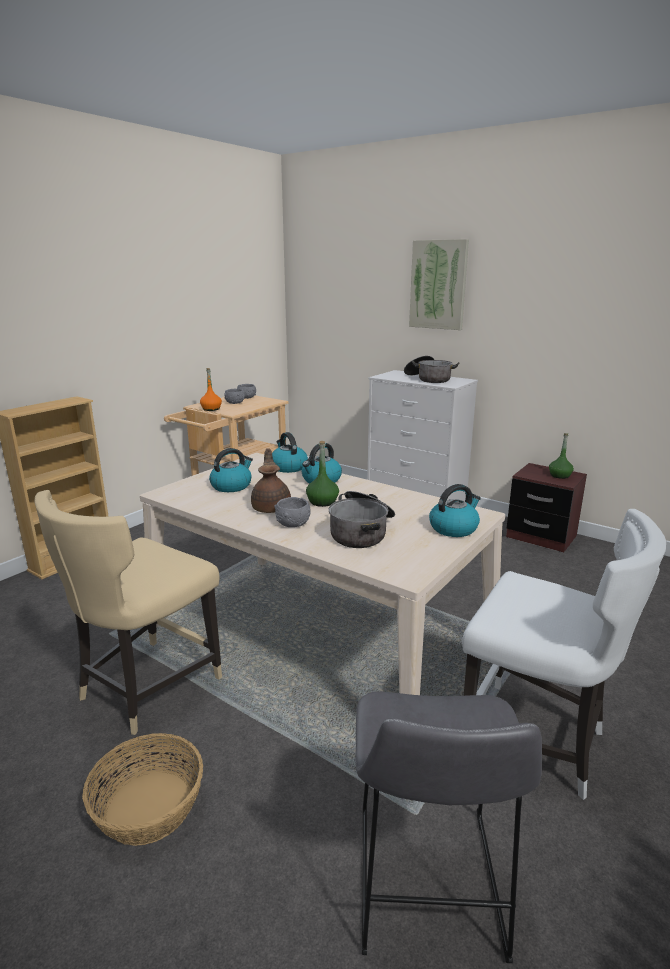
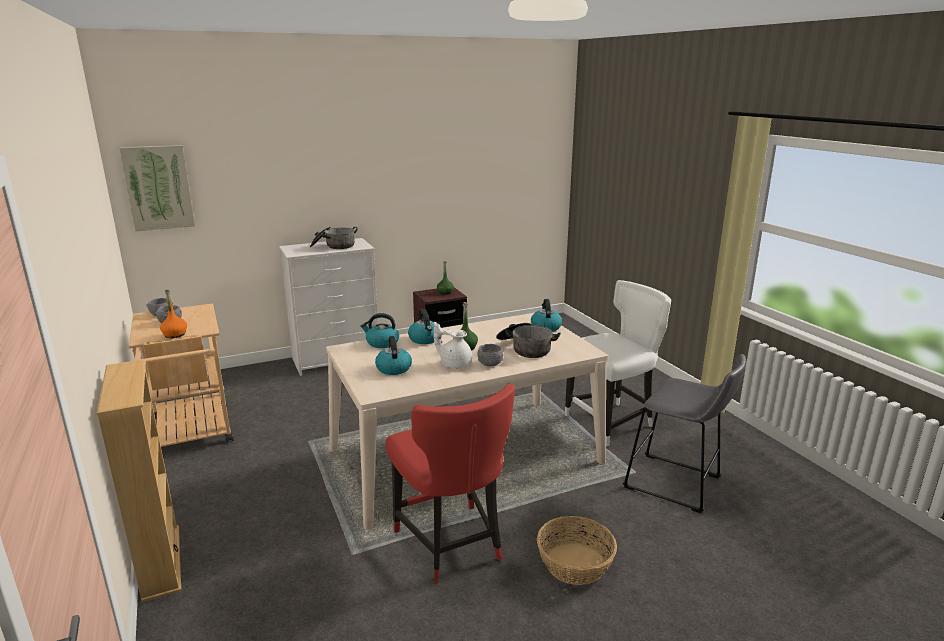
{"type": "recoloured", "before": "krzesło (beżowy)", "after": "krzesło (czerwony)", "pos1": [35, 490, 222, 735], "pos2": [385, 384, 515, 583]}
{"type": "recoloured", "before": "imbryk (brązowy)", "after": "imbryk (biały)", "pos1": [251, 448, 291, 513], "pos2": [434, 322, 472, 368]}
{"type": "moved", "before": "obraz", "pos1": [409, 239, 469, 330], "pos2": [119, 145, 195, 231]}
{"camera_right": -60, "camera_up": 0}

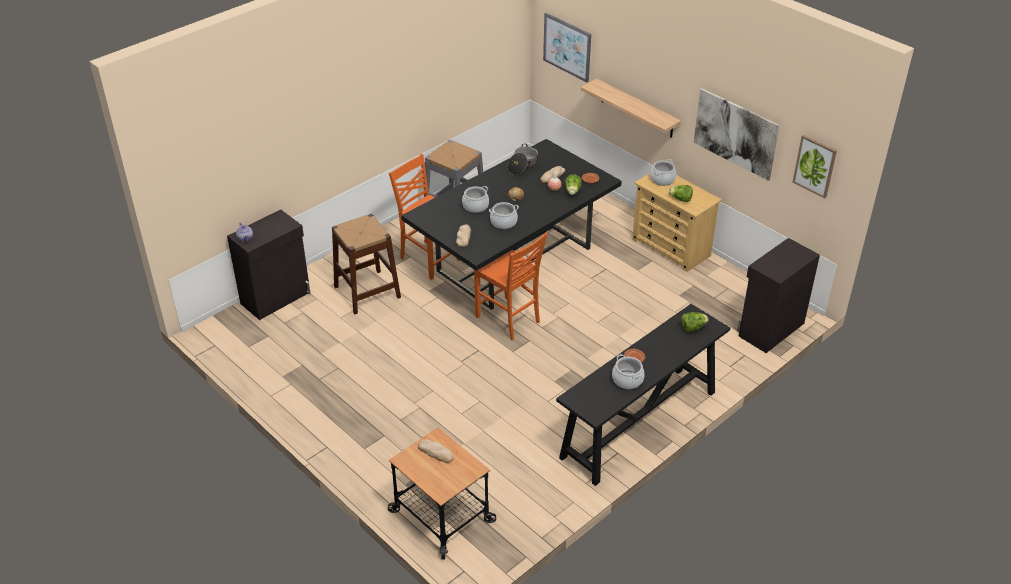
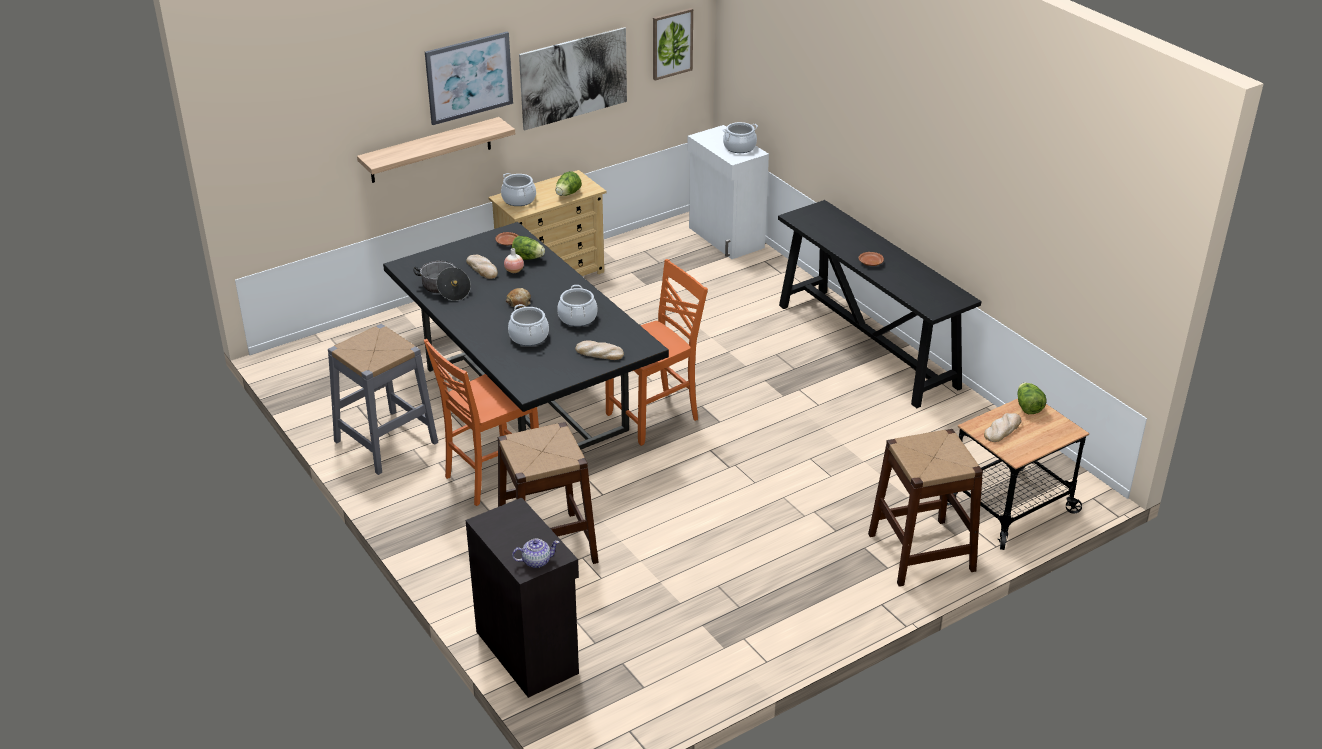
{"type": "moved", "before": "obraz", "pos1": [543, 13, 591, 83], "pos2": [425, 32, 513, 125]}
{"type": "moved", "before": "garnek", "pos1": [612, 354, 645, 389], "pos2": [723, 122, 758, 153]}
{"type": "moved", "before": "sałata", "pos1": [681, 312, 709, 332], "pos2": [1017, 383, 1047, 414]}
{"type": "recoloured", "before": "szafka (czarny)", "after": "szafka (biały)", "pos1": [737, 238, 820, 353], "pos2": [687, 125, 769, 259]}
{"type": "added", "after": "stołek (brązowy)", "pos2": [868, 429, 983, 587]}
{"camera_right": -80, "camera_up": -5}

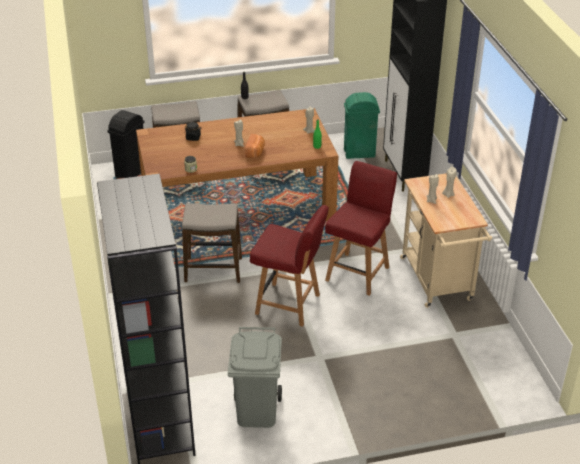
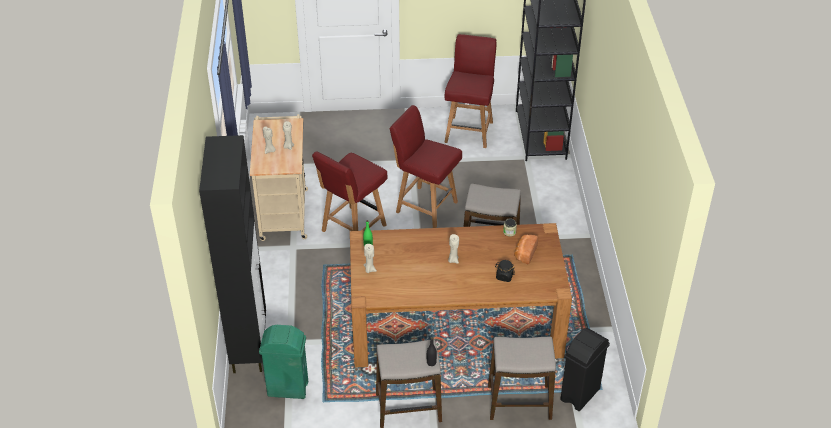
{"type": "replaced", "before": "kosz na śmieci (szary)", "after": "krzesło (czerwony)", "pos1": [228, 327, 282, 428], "pos2": [444, 34, 497, 148]}
{"type": "moved", "before": "chleb", "pos1": [245, 134, 265, 158], "pos2": [514, 235, 538, 264]}
{"camera_right": -170, "camera_up": 5}

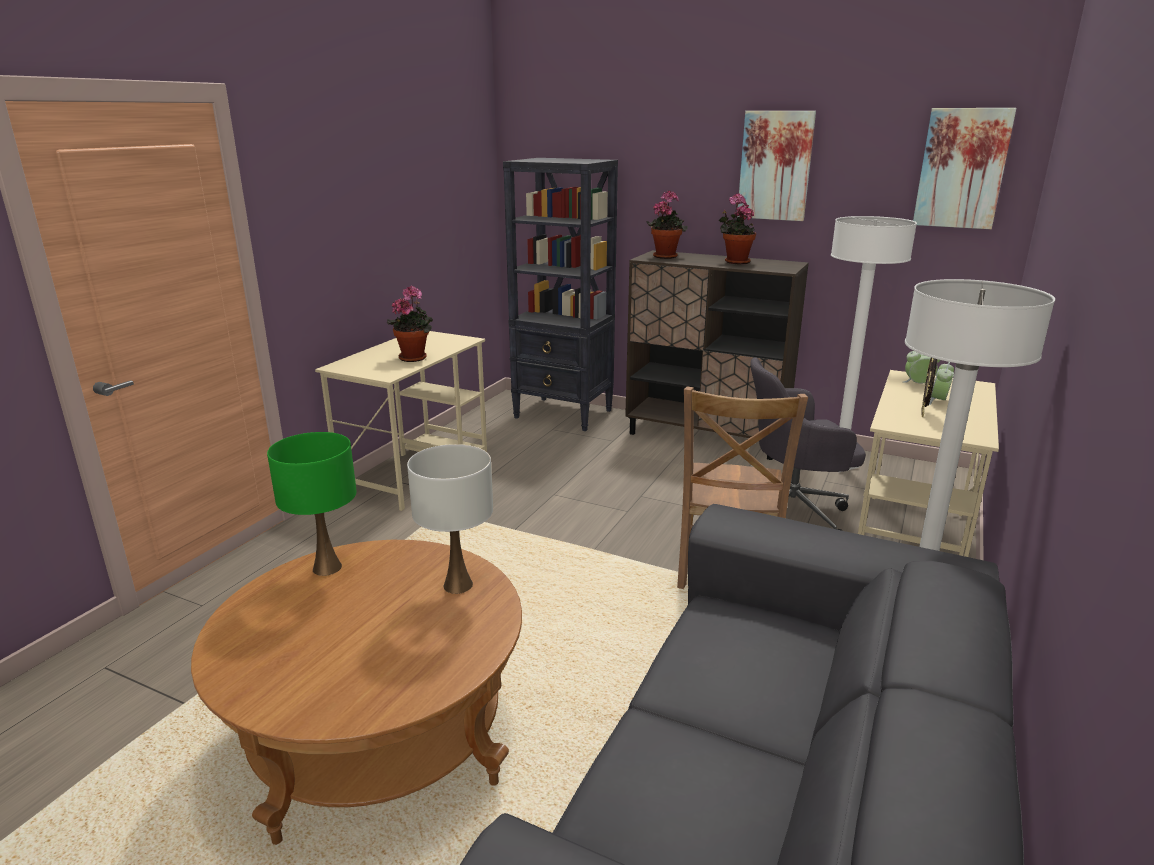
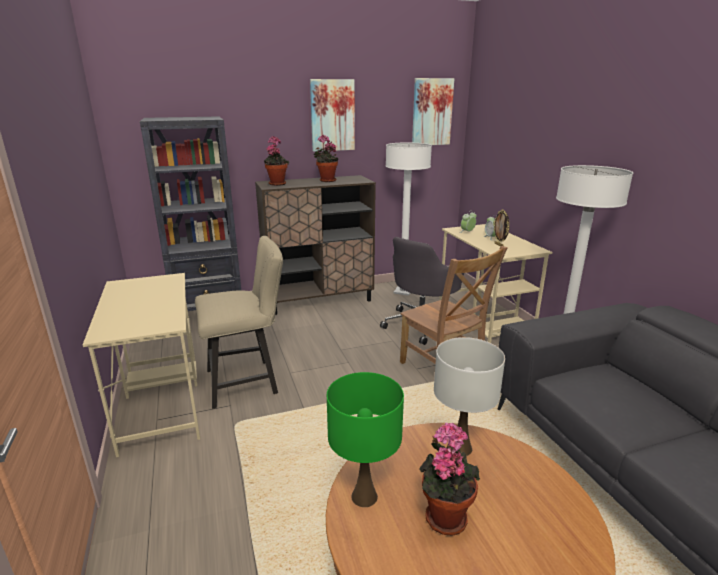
{"type": "moved", "before": "roślina doniczkowa", "pos1": [387, 285, 433, 362], "pos2": [419, 423, 480, 536]}
{"type": "added", "after": "krzesło (beżowy)", "pos2": [195, 236, 283, 409]}
{"camera_right": -45, "camera_up": 0}

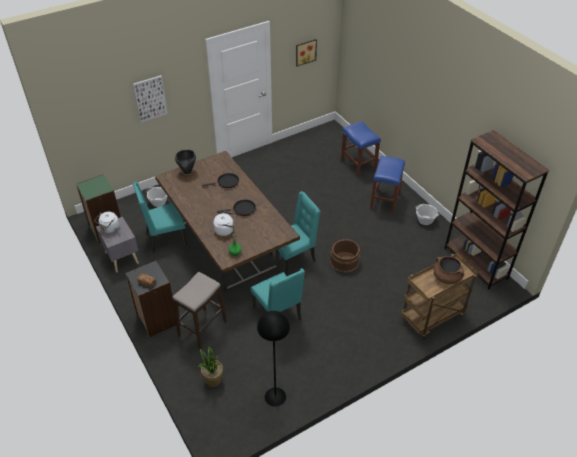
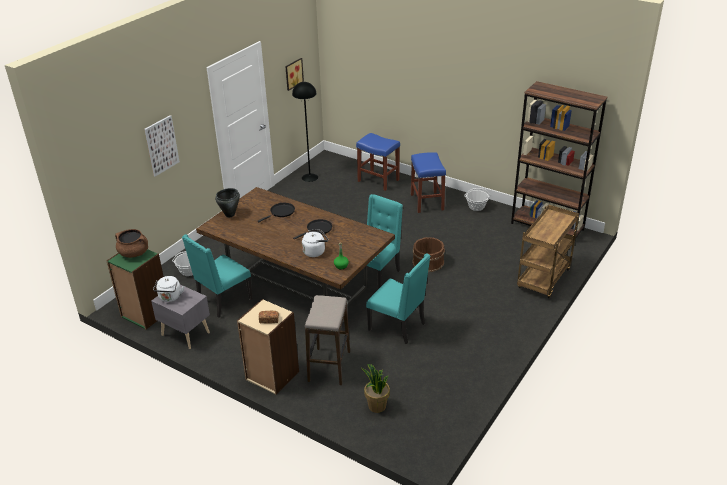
{"type": "recoloured", "before": "regał (czarny)", "after": "regał (beżowy)", "pos1": [125, 261, 176, 337], "pos2": [237, 299, 299, 395]}
{"type": "moved", "before": "lampa stojąca (czarny)", "pos1": [257, 311, 290, 407], "pos2": [292, 82, 318, 182]}
{"type": "moved", "before": "garnek (brązowy)", "pos1": [434, 256, 464, 284], "pos2": [115, 229, 148, 258]}
{"camera_right": -25, "camera_up": -10}

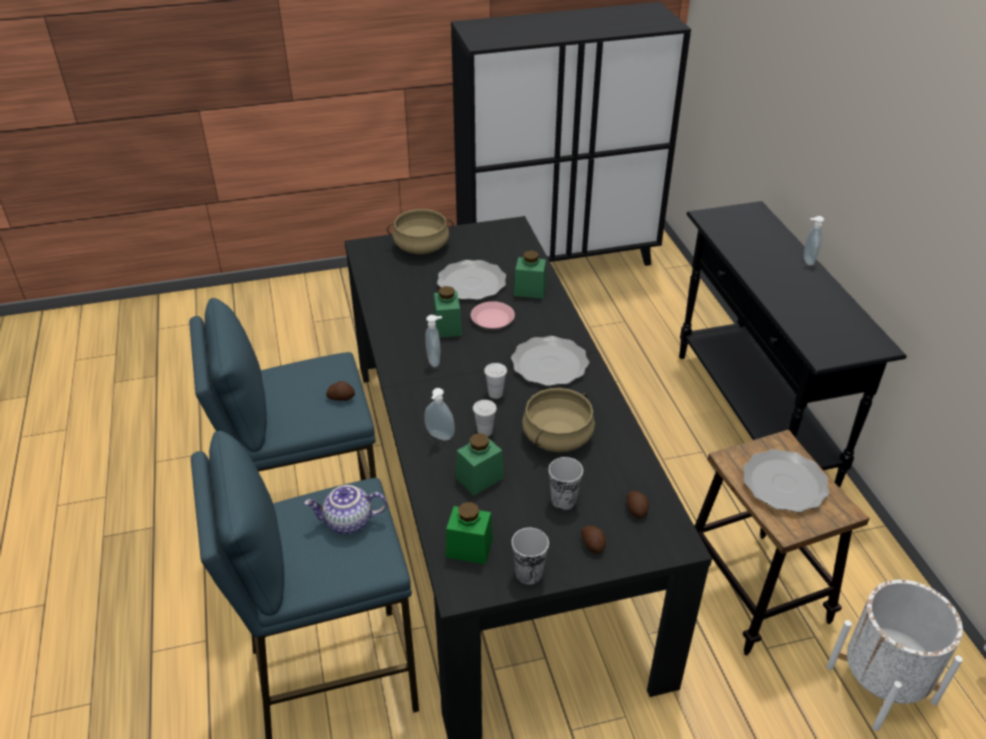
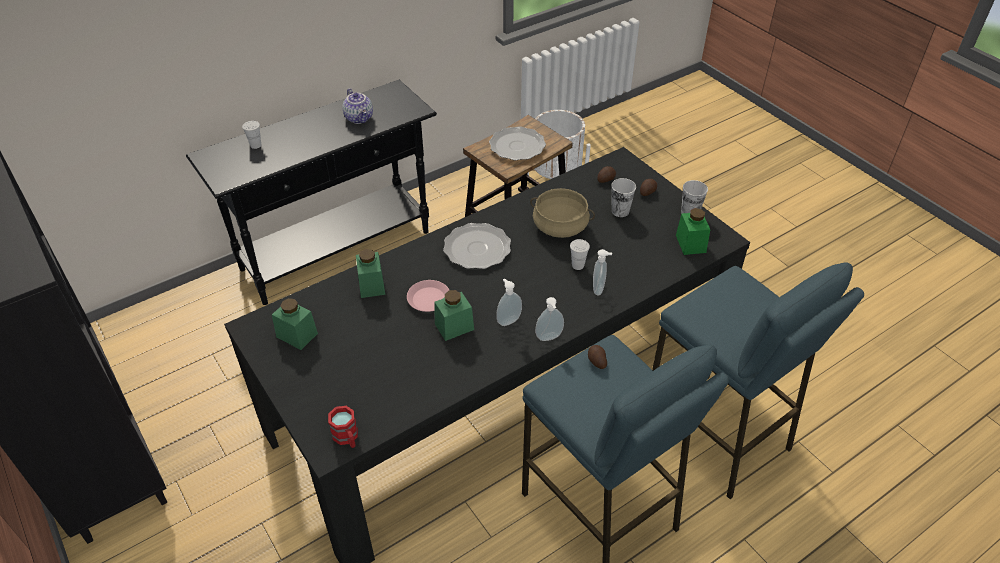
{"type": "moved", "before": "imbryk", "pos1": [304, 485, 387, 534], "pos2": [342, 88, 373, 124]}
{"type": "removed", "before": "garnek (beżowy)", "pos1": [387, 209, 454, 254]}
{"type": "removed", "before": "talerz", "pos1": [437, 260, 506, 300]}
{"type": "moved", "before": "słoik (zielony)", "pos1": [456, 433, 504, 495], "pos2": [272, 298, 318, 350]}
{"type": "moved", "before": "filiżanka (biały)", "pos1": [484, 363, 507, 399], "pos2": [242, 121, 261, 149]}
{"type": "moved", "before": "dozownik mydła", "pos1": [804, 216, 824, 265], "pos2": [535, 297, 564, 341]}
{"type": "added", "after": "kubek (czerwony)", "pos2": [328, 406, 358, 448]}
{"camera_right": -110, "camera_up": 5}

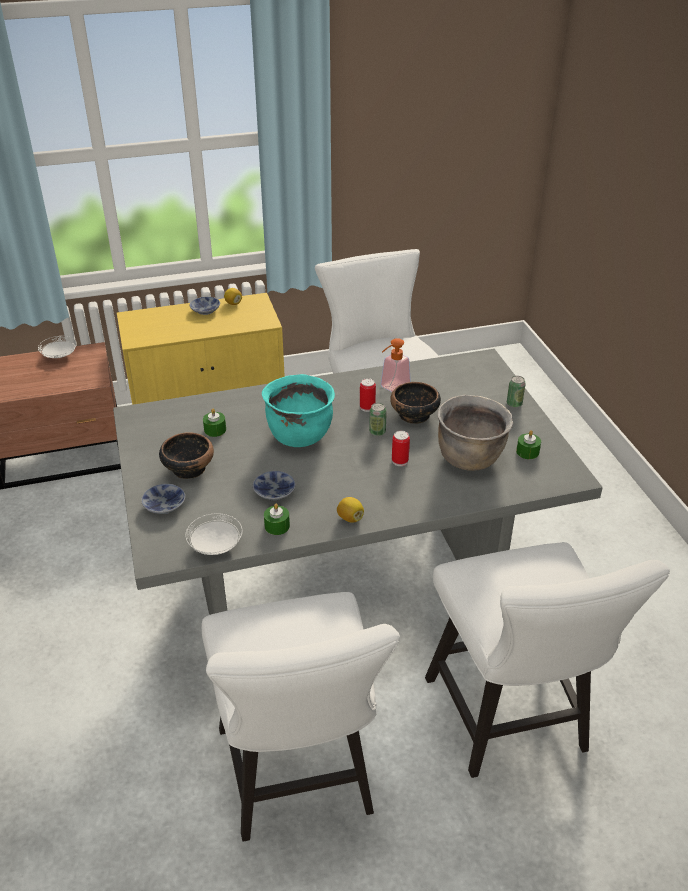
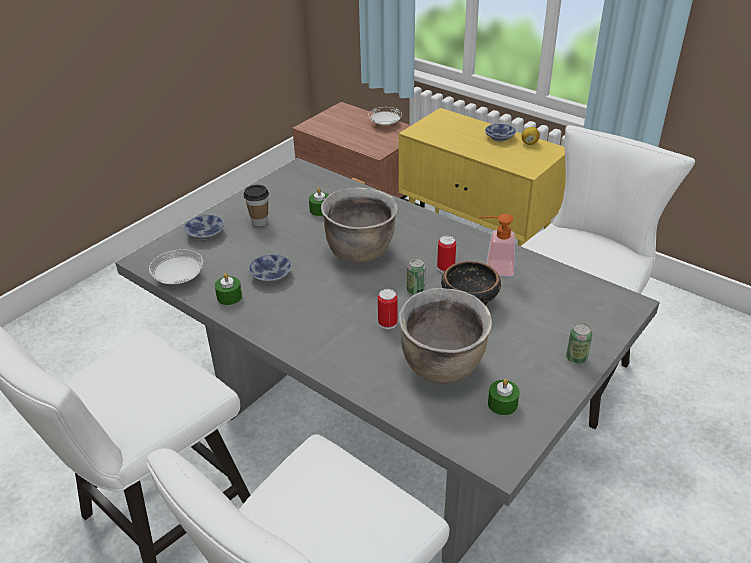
{"type": "replaced", "before": "miska", "after": "filiżanka", "pos1": [159, 432, 214, 479], "pos2": [243, 185, 269, 226]}
{"type": "recoloured", "before": "garnek (turkusowy)", "after": "garnek (brązowy)", "pos1": [262, 374, 335, 447], "pos2": [321, 187, 398, 263]}
{"type": "removed", "before": "cytryna", "pos1": [337, 497, 364, 523]}
{"camera_right": 55, "camera_up": 0}

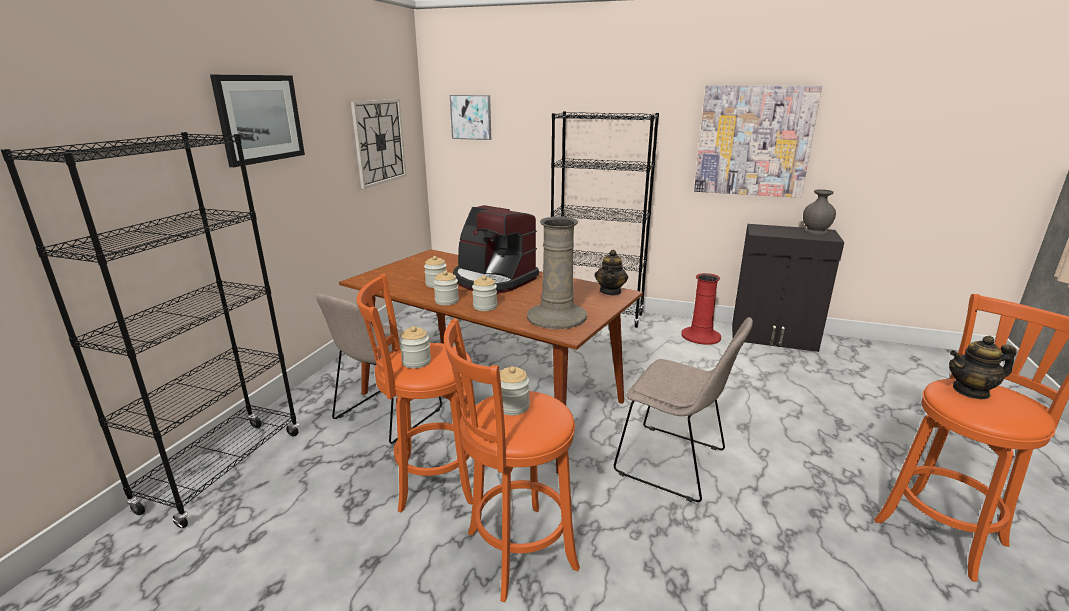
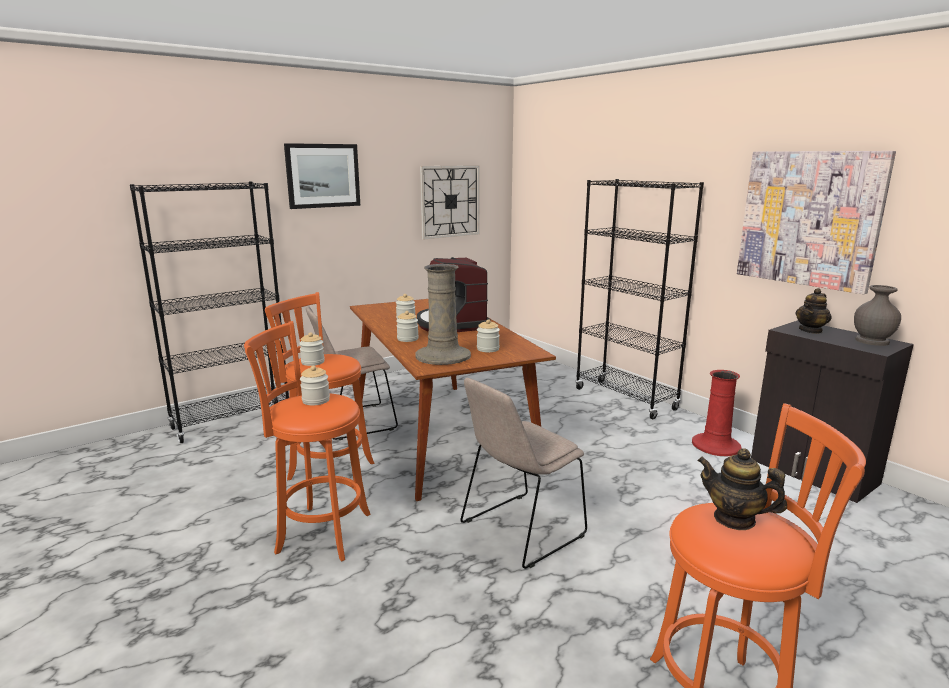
{"type": "moved", "before": "słoik", "pos1": [434, 271, 459, 305], "pos2": [477, 319, 500, 352]}
{"type": "removed", "before": "obraz", "pos1": [450, 95, 491, 140]}
{"type": "moved", "before": "imbryk", "pos1": [595, 250, 628, 296], "pos2": [796, 288, 832, 334]}
{"type": "turned", "before": "krzesło (beżowy)", "pos1": [614, 317, 753, 502], "pos2": [460, 378, 587, 569], "turn": 75}
{"camera_right": 35, "camera_up": -5}

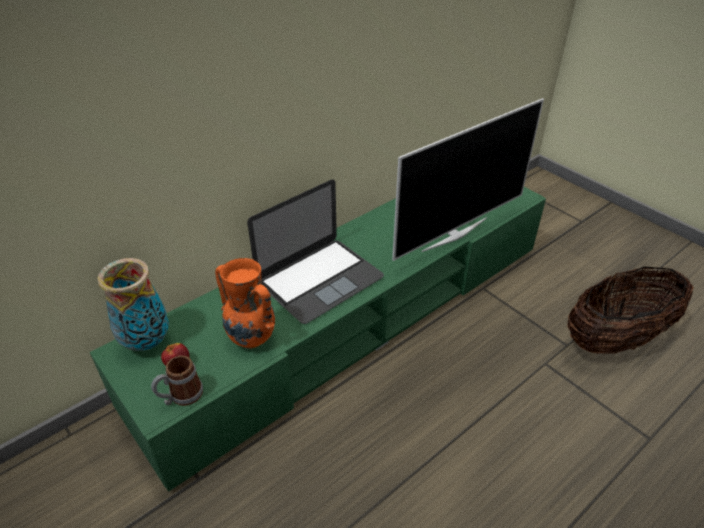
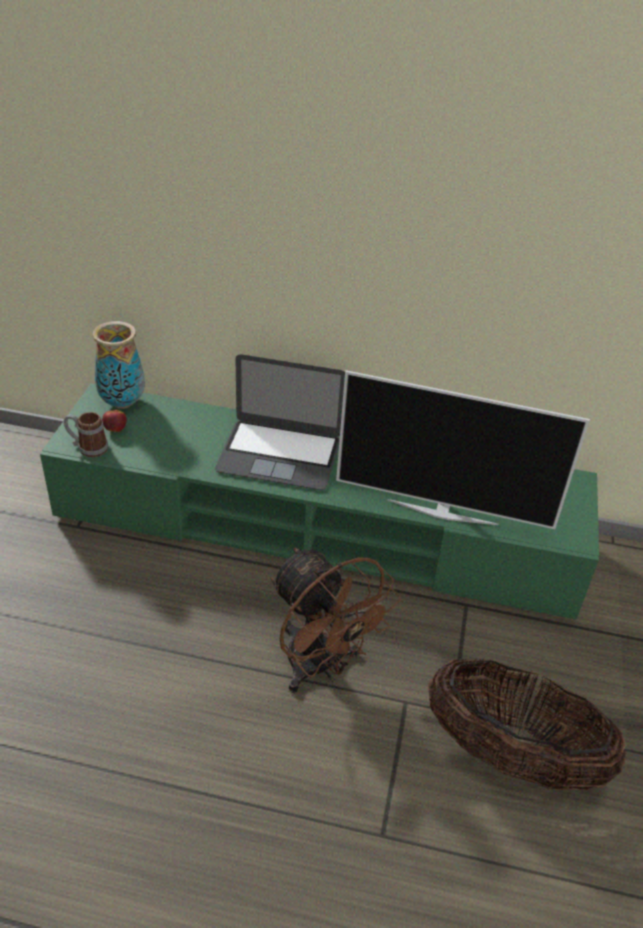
{"type": "removed", "before": "wazon (pomarańczowy)", "pos1": [215, 258, 275, 349]}
{"type": "added", "after": "wentylator (brązowy)", "pos2": [271, 547, 401, 693]}
{"camera_right": 50, "camera_up": 0}

